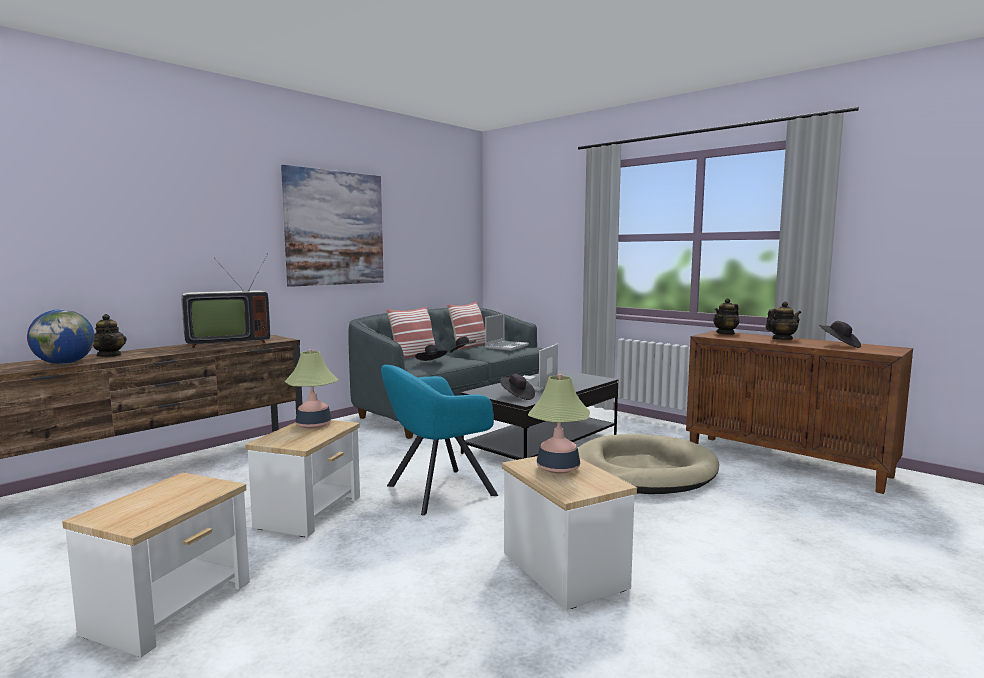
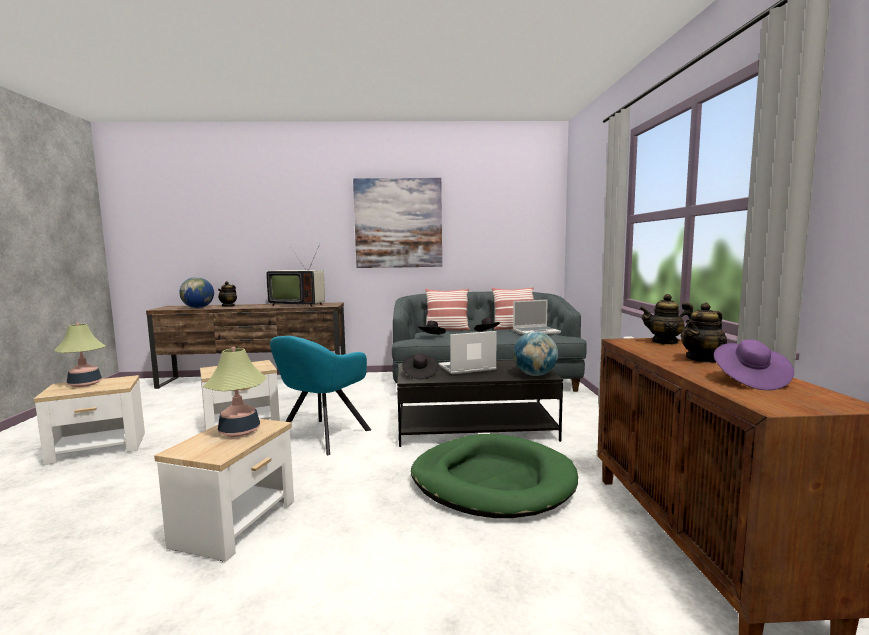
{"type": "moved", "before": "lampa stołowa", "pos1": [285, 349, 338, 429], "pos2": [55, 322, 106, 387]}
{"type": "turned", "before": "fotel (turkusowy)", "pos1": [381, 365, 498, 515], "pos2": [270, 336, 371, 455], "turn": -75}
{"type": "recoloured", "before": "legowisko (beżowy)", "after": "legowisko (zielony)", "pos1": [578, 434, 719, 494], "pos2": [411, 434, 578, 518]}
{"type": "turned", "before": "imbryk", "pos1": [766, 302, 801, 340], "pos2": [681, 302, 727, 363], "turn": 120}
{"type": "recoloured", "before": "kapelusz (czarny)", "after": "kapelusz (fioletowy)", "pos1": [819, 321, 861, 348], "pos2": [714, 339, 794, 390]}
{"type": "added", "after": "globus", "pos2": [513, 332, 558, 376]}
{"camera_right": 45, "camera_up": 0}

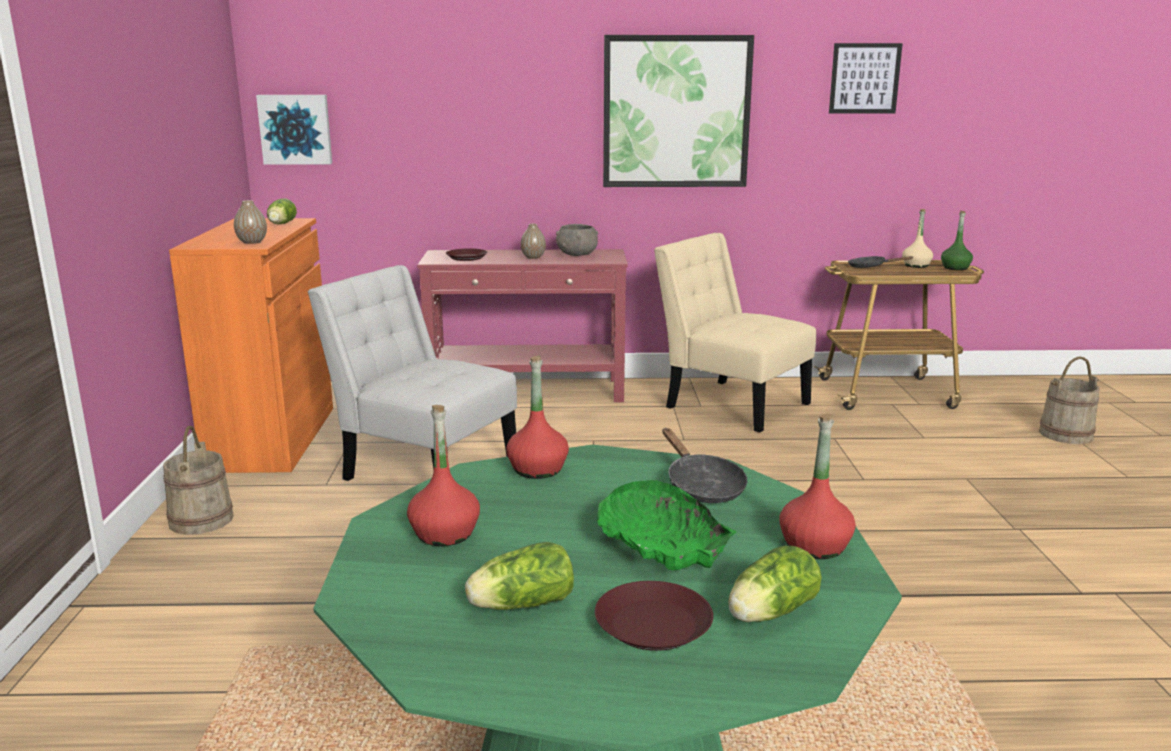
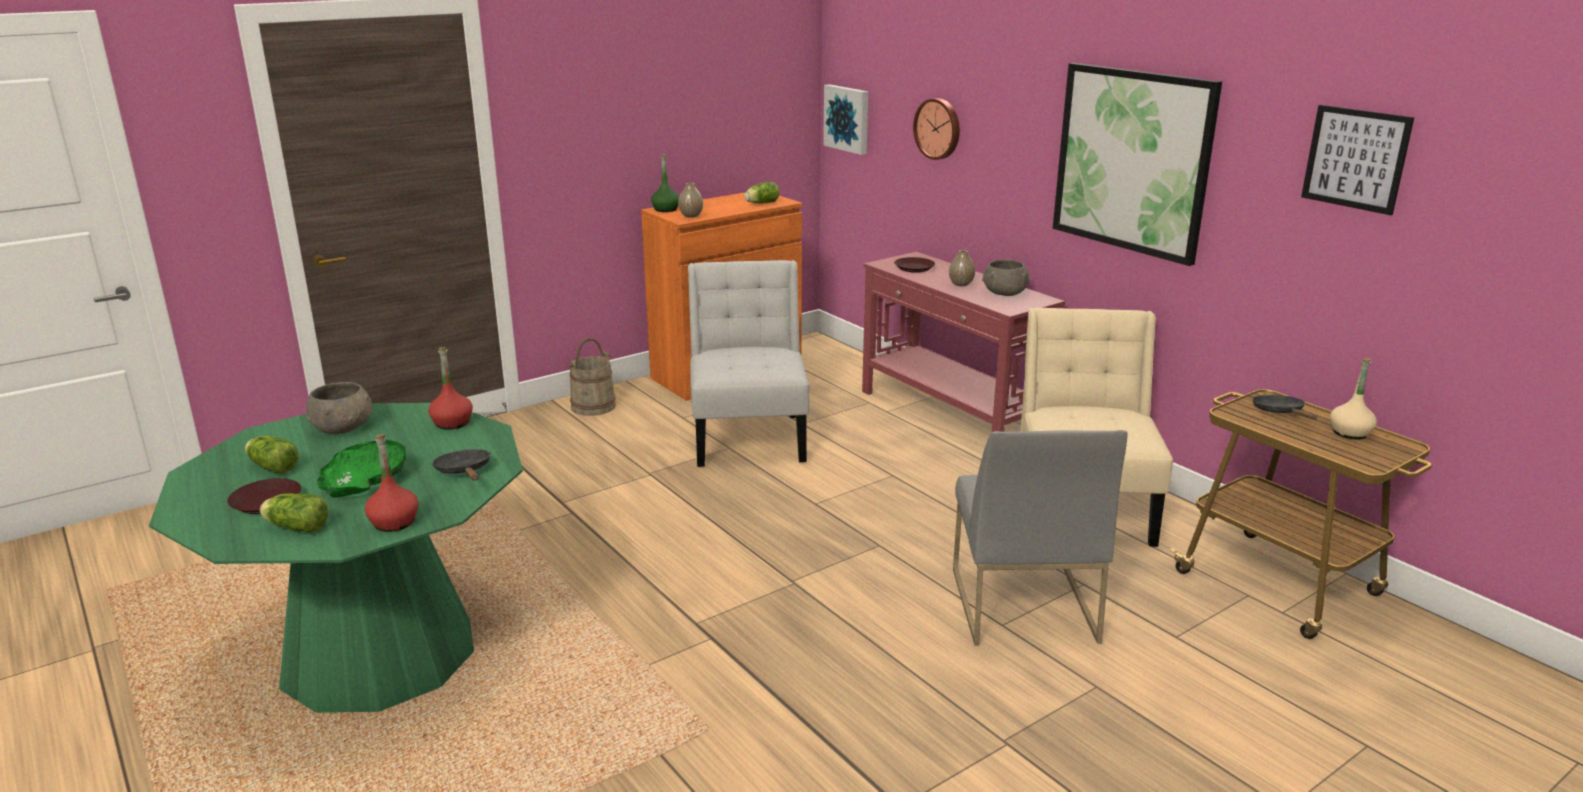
{"type": "replaced", "before": "butelka (czerwony)", "after": "miska (szary)", "pos1": [407, 405, 480, 546], "pos2": [306, 382, 372, 434]}
{"type": "turned", "before": "patelnia (czarny)", "pos1": [662, 428, 747, 503], "pos2": [432, 449, 491, 481], "turn": 120}
{"type": "moved", "before": "butelka (zielony)", "pos1": [941, 211, 973, 270], "pos2": [651, 154, 679, 212]}
{"type": "removed", "before": "wiadro (beżowy)", "pos1": [1039, 356, 1100, 444]}
{"type": "added", "after": "zegar ścienny", "pos2": [913, 98, 960, 160]}
{"type": "added", "after": "krzesło (szary)", "pos2": [953, 430, 1128, 646]}
{"camera_right": 55, "camera_up": 5}

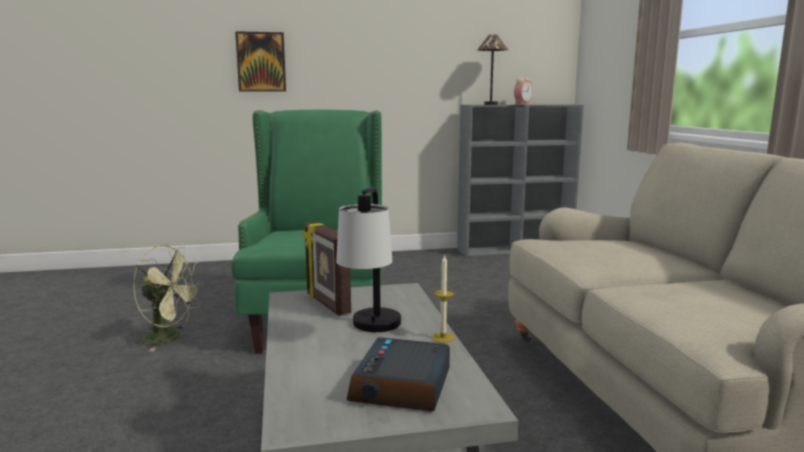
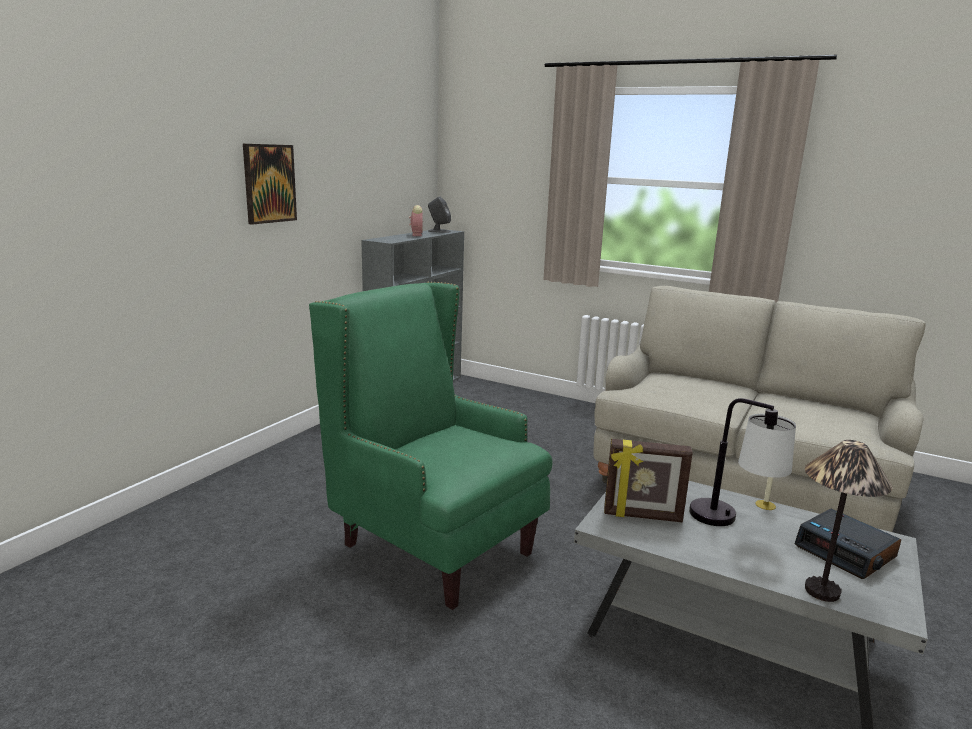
{"type": "removed", "before": "wentylator (zielony)", "pos1": [133, 245, 204, 352]}
{"type": "moved", "before": "obraz", "pos1": [235, 31, 286, 92], "pos2": [243, 144, 297, 225]}
{"type": "moved", "before": "lampa stołowa", "pos1": [477, 35, 508, 105], "pos2": [805, 440, 893, 602]}
{"type": "added", "after": "głośnik (szary)", "pos2": [428, 196, 451, 233]}
{"camera_right": -50, "camera_up": 5}

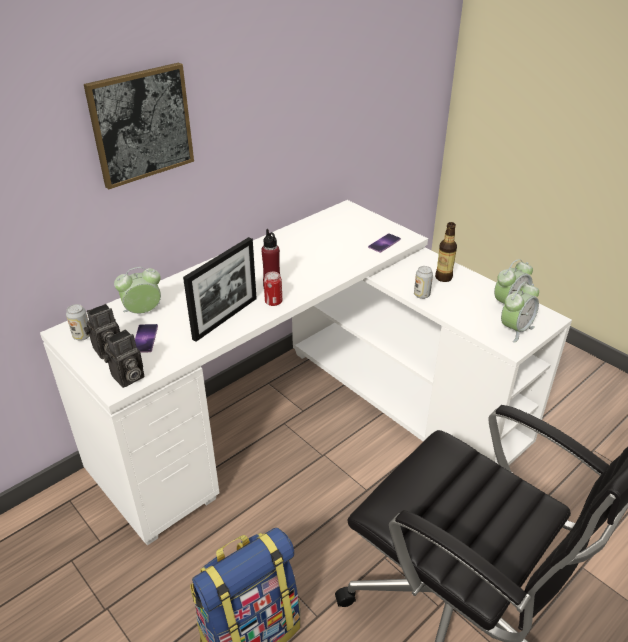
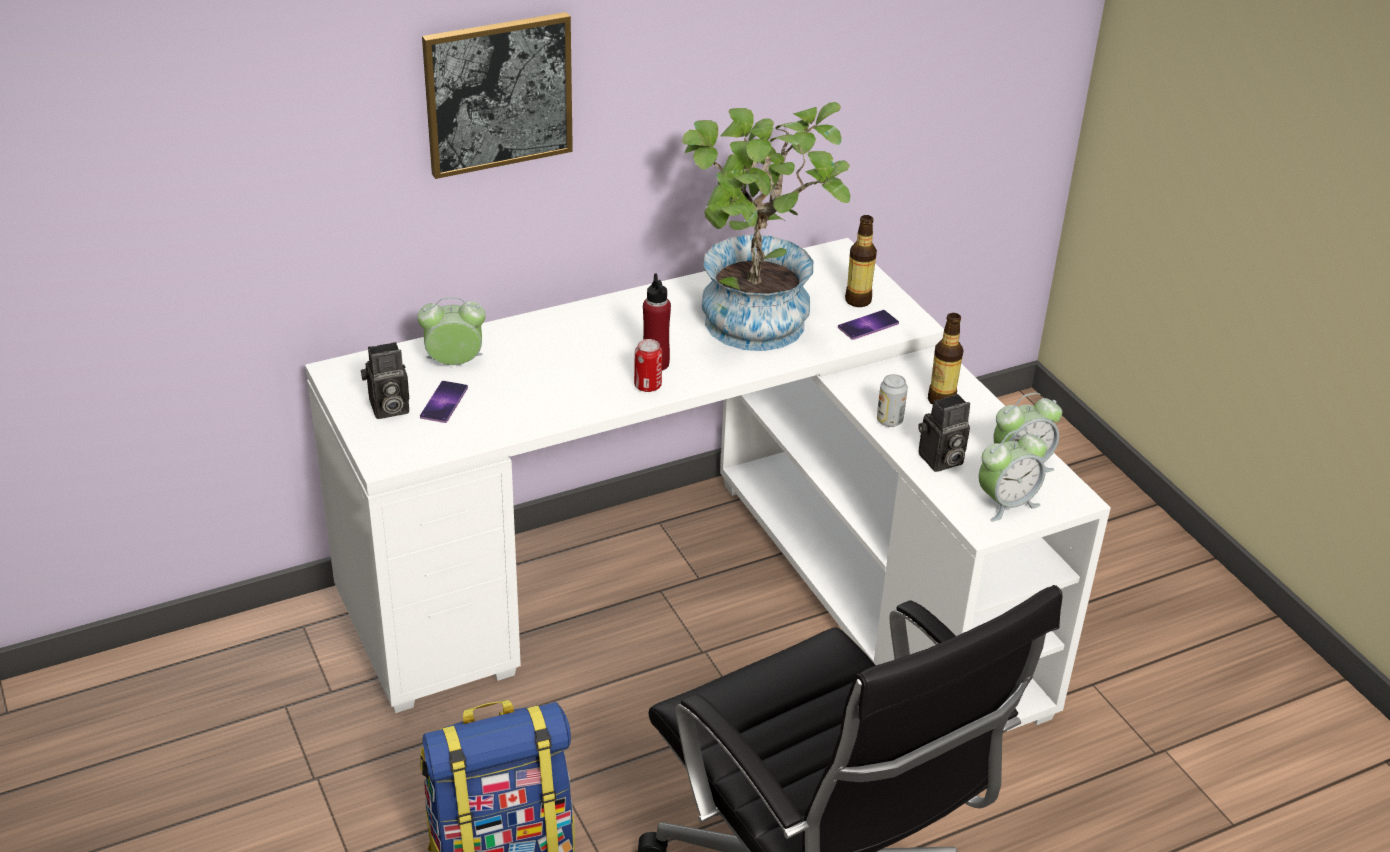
{"type": "removed", "before": "puszka", "pos1": [66, 304, 90, 341]}
{"type": "moved", "before": "aparat fotograficzny", "pos1": [103, 329, 144, 388], "pos2": [918, 394, 970, 472]}
{"type": "removed", "before": "ramka na zdjęcie", "pos1": [183, 237, 257, 342]}
{"type": "added", "after": "roślina doniczkowa", "pos2": [682, 102, 850, 351]}
{"type": "added", "after": "butelka", "pos2": [845, 215, 877, 307]}
{"camera_right": 15, "camera_up": 0}

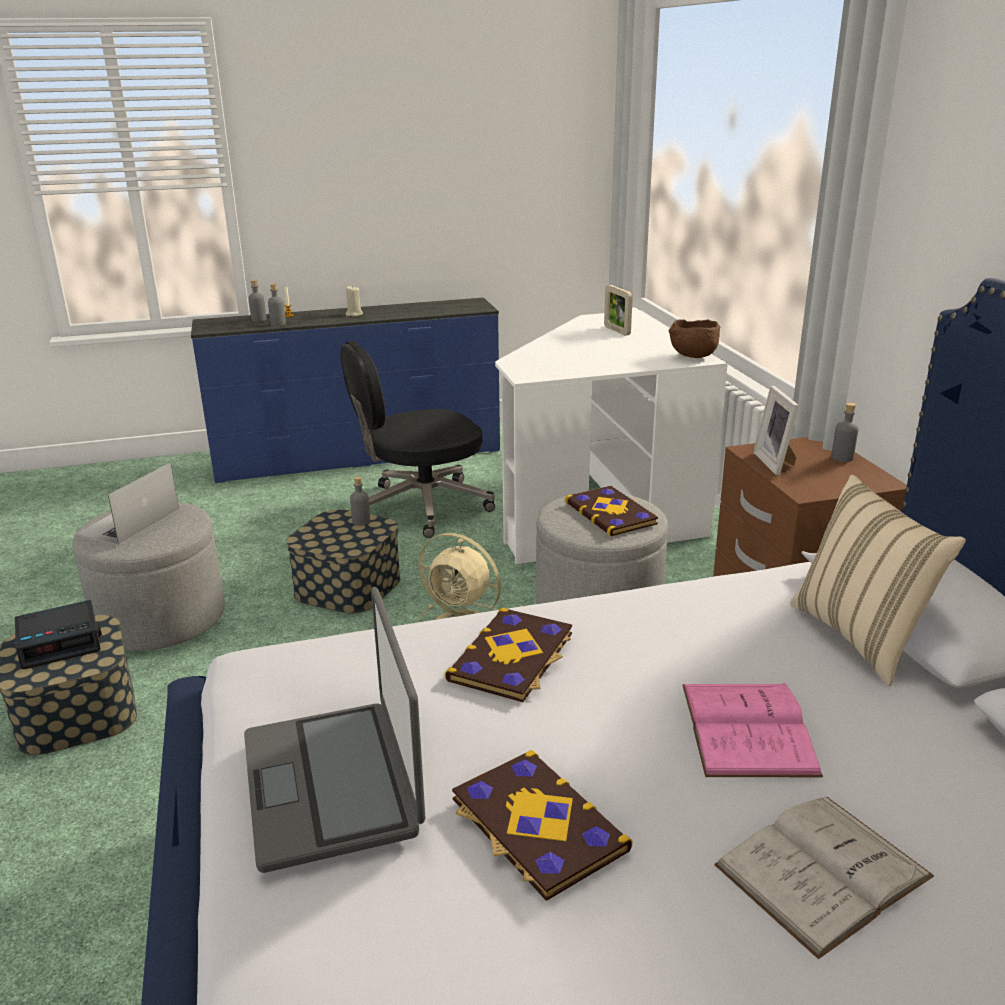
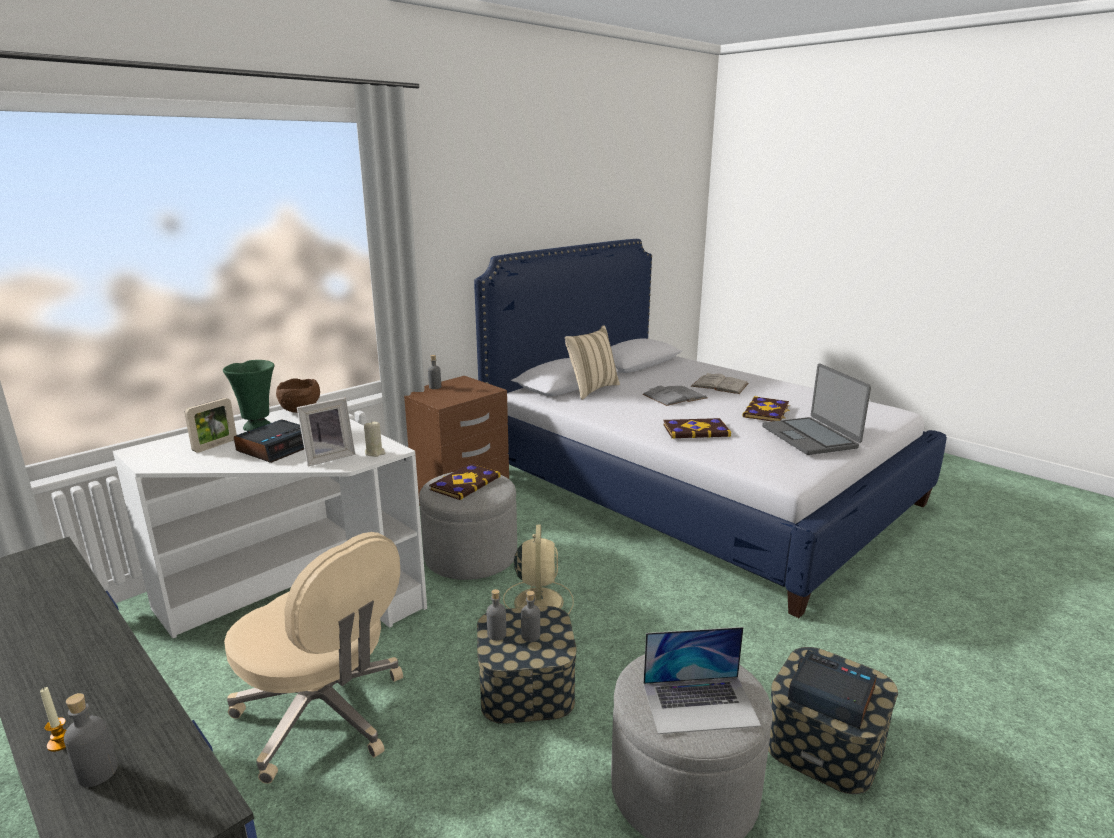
{"type": "turned", "before": "laptop", "pos1": [244, 587, 425, 873], "pos2": [762, 363, 871, 455], "turn": 120}
{"type": "moved", "before": "butelka (szary)", "pos1": [268, 283, 286, 326], "pos2": [521, 591, 540, 642]}
{"type": "recoloured", "before": "krzesło biurowe (czarny)", "after": "krzesło biurowe (beżowy)", "pos1": [341, 341, 495, 538], "pos2": [224, 532, 403, 784]}
{"type": "moved", "before": "świeca (beżowy)", "pos1": [345, 286, 363, 316], "pos2": [364, 421, 386, 457]}
{"type": "recoloured", "before": "książka (różowy)", "after": "książka (szary)", "pos1": [682, 682, 823, 777], "pos2": [643, 386, 707, 406]}
{"type": "moved", "before": "ramka na zdjęcie", "pos1": [753, 386, 799, 476], "pos2": [297, 397, 355, 467]}
{"type": "added", "after": "wazon (zielony)", "pos2": [223, 360, 274, 431]}
{"type": "added", "after": "budzik", "pos2": [234, 420, 304, 463]}
{"camera_right": -120, "camera_up": -5}

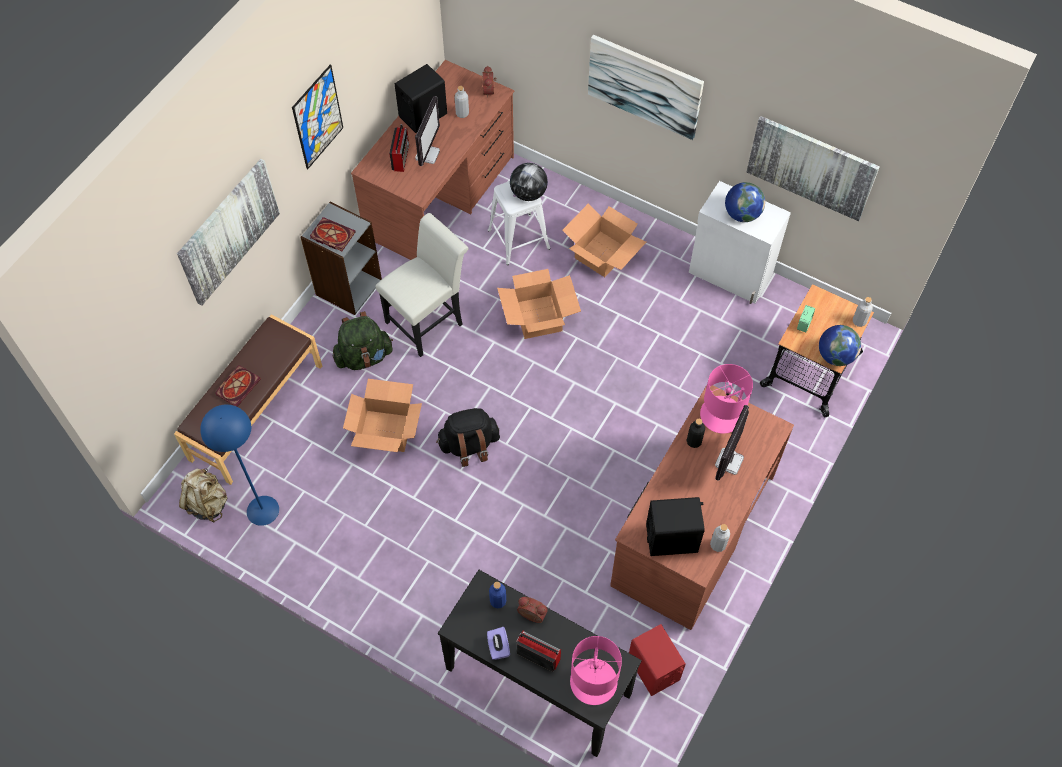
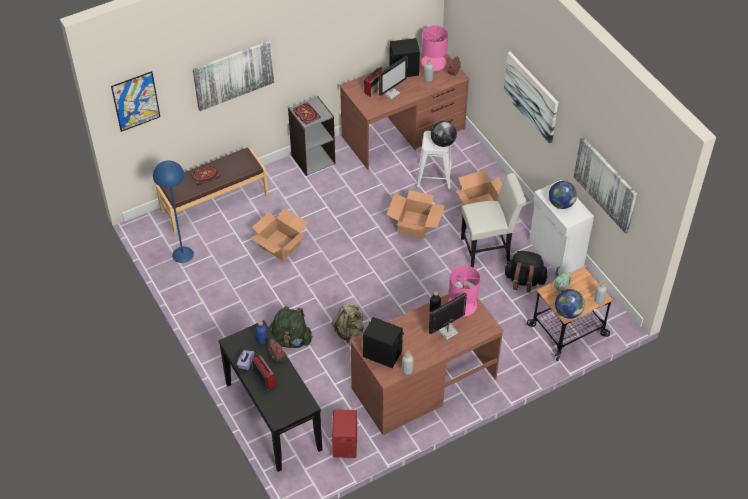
{"type": "moved", "before": "plecak (beżowy)", "pos1": [179, 468, 227, 523], "pos2": [332, 303, 364, 343]}
{"type": "moved", "before": "obraz", "pos1": [292, 65, 343, 169], "pos2": [111, 71, 160, 132]}
{"type": "moved", "before": "plecak (zielony)", "pos1": [333, 311, 393, 370], "pos2": [269, 306, 313, 348]}
{"type": "moved", "before": "krzesło (biały)", "pos1": [376, 213, 469, 357], "pos2": [461, 173, 527, 268]}
{"type": "moved", "before": "plecak (czarny)", "pos1": [436, 408, 500, 467], "pos2": [504, 251, 547, 292]}
{"type": "moved", "before": "lampa stołowa (różowy)", "pos1": [570, 636, 622, 705], "pos2": [421, 25, 448, 71]}
{"camera_right": 30, "camera_up": -10}

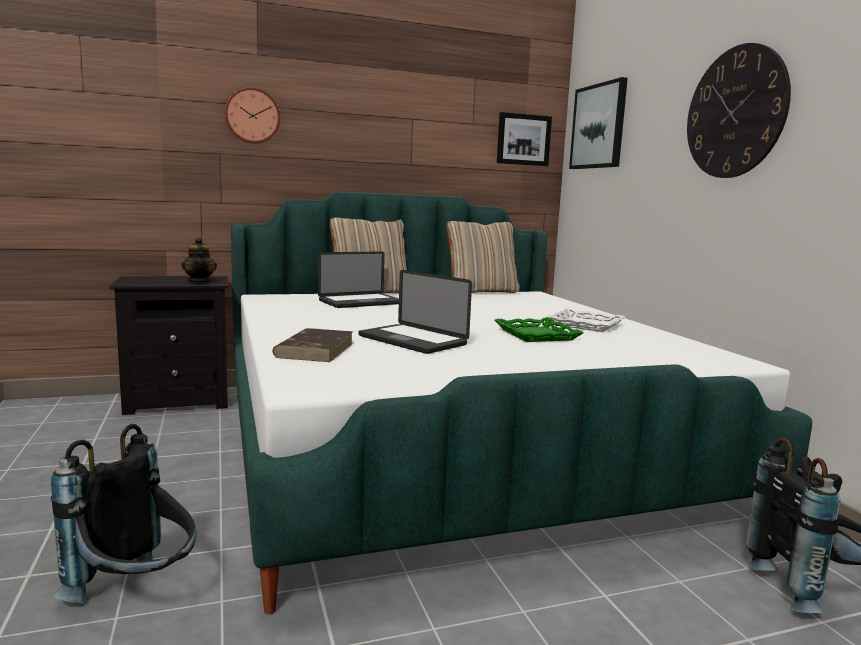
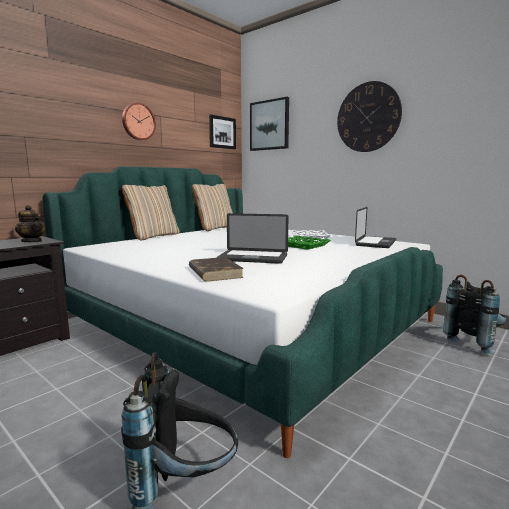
{"type": "moved", "before": "zegar ścienny", "pos1": [225, 87, 280, 144], "pos2": [122, 103, 156, 140]}
{"type": "moved", "before": "laptop", "pos1": [318, 251, 399, 308], "pos2": [355, 207, 396, 248]}
{"camera_right": -30, "camera_up": 0}

